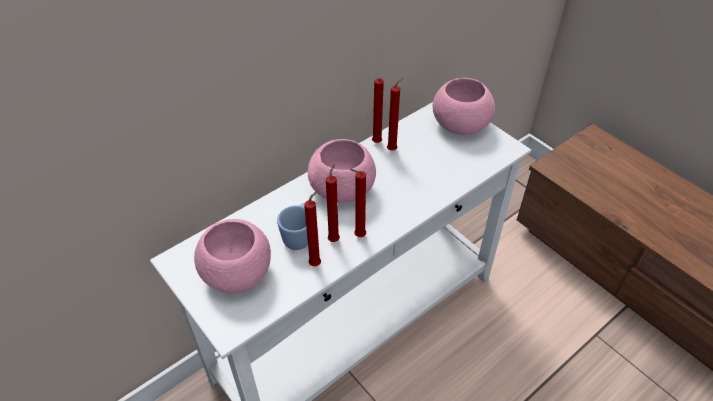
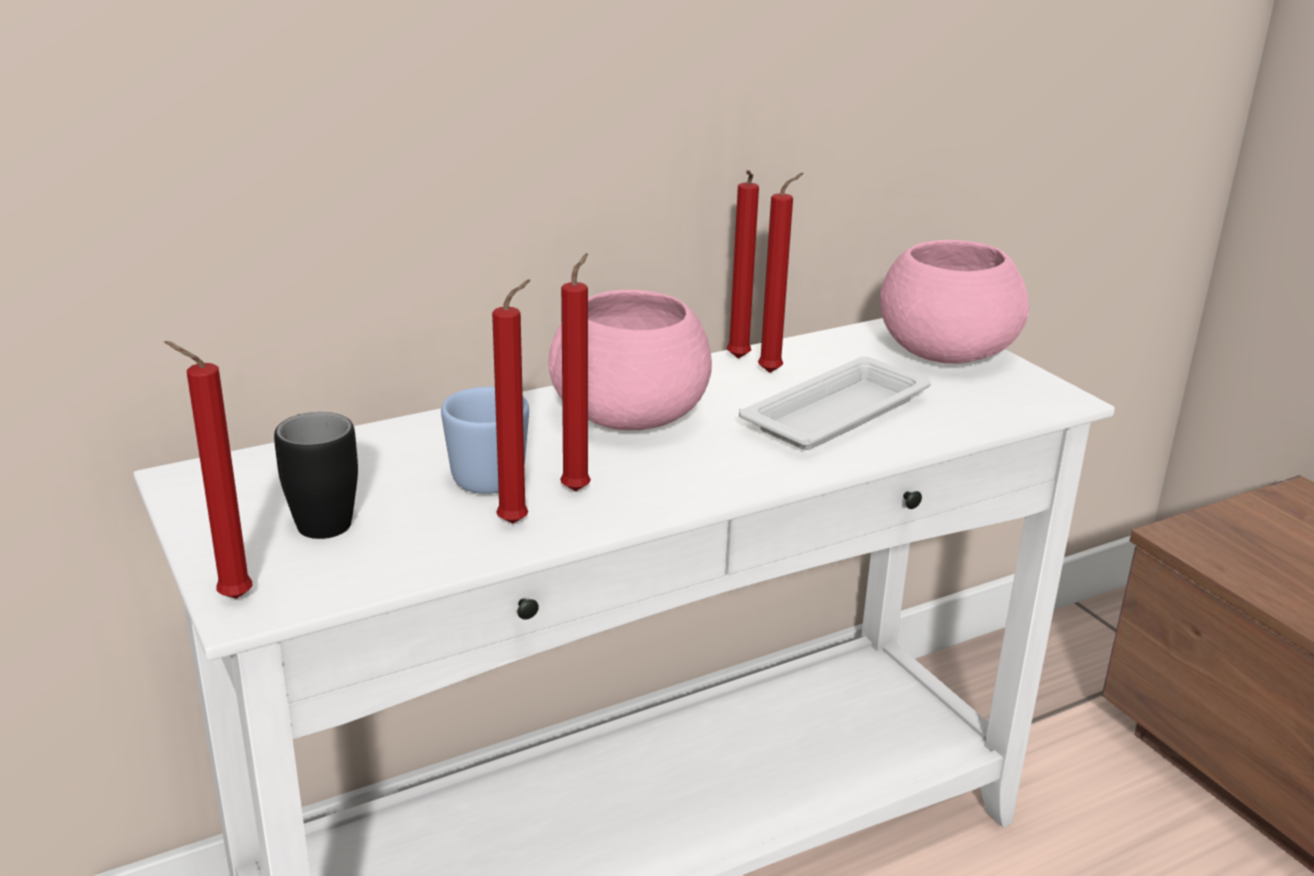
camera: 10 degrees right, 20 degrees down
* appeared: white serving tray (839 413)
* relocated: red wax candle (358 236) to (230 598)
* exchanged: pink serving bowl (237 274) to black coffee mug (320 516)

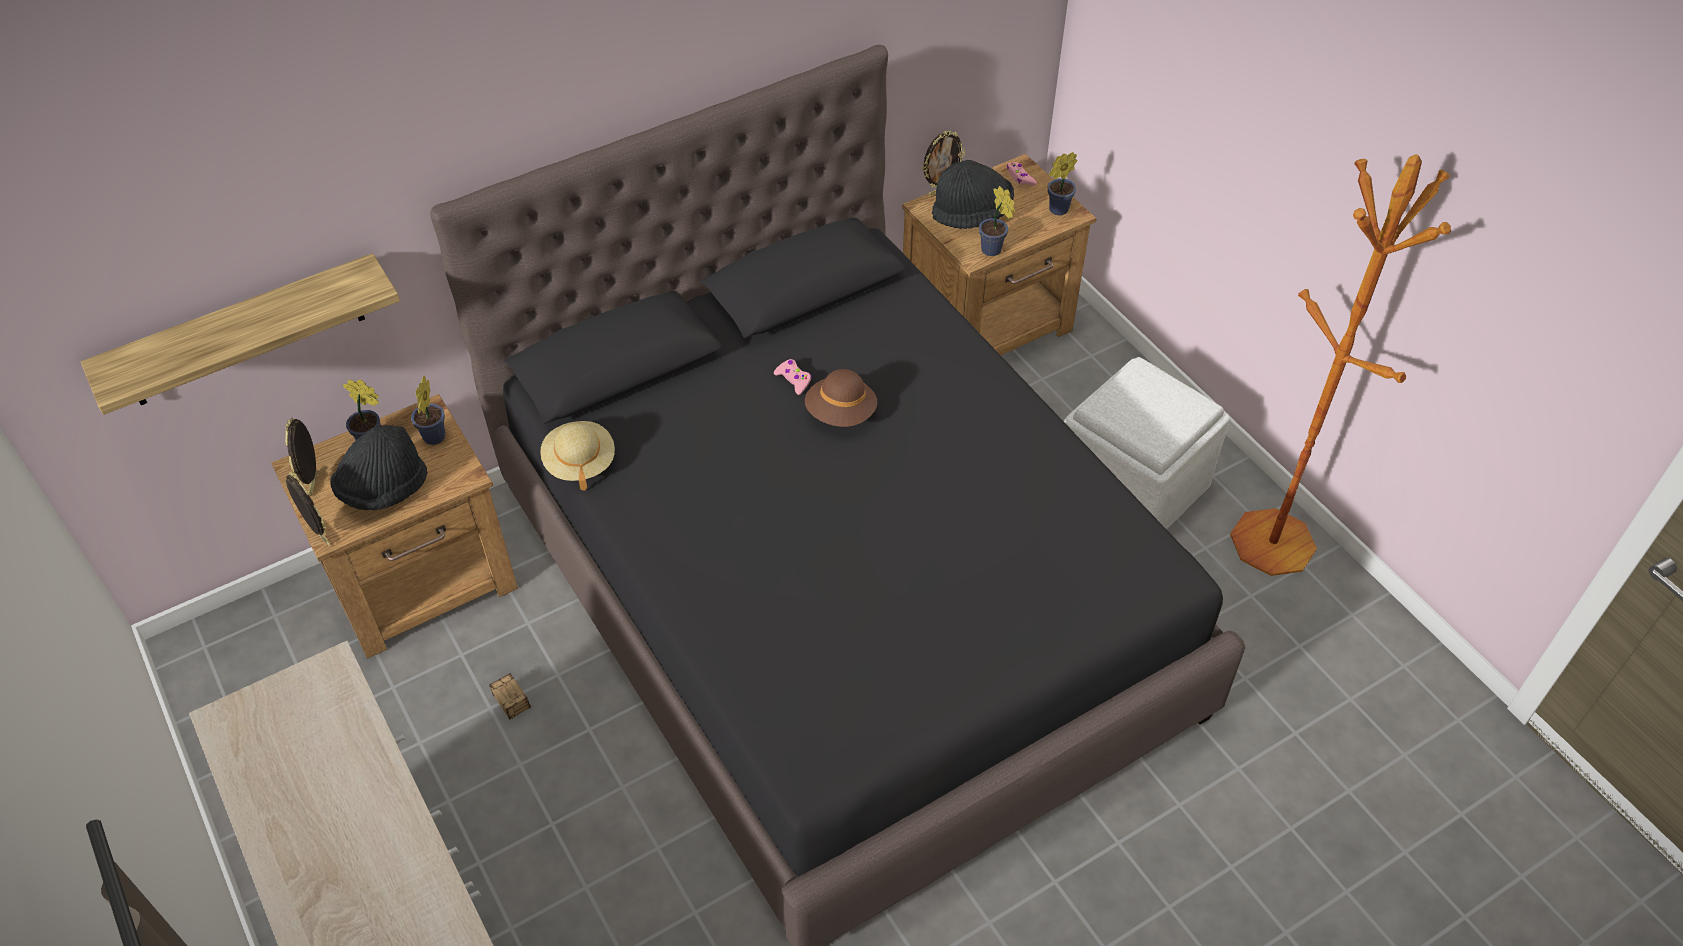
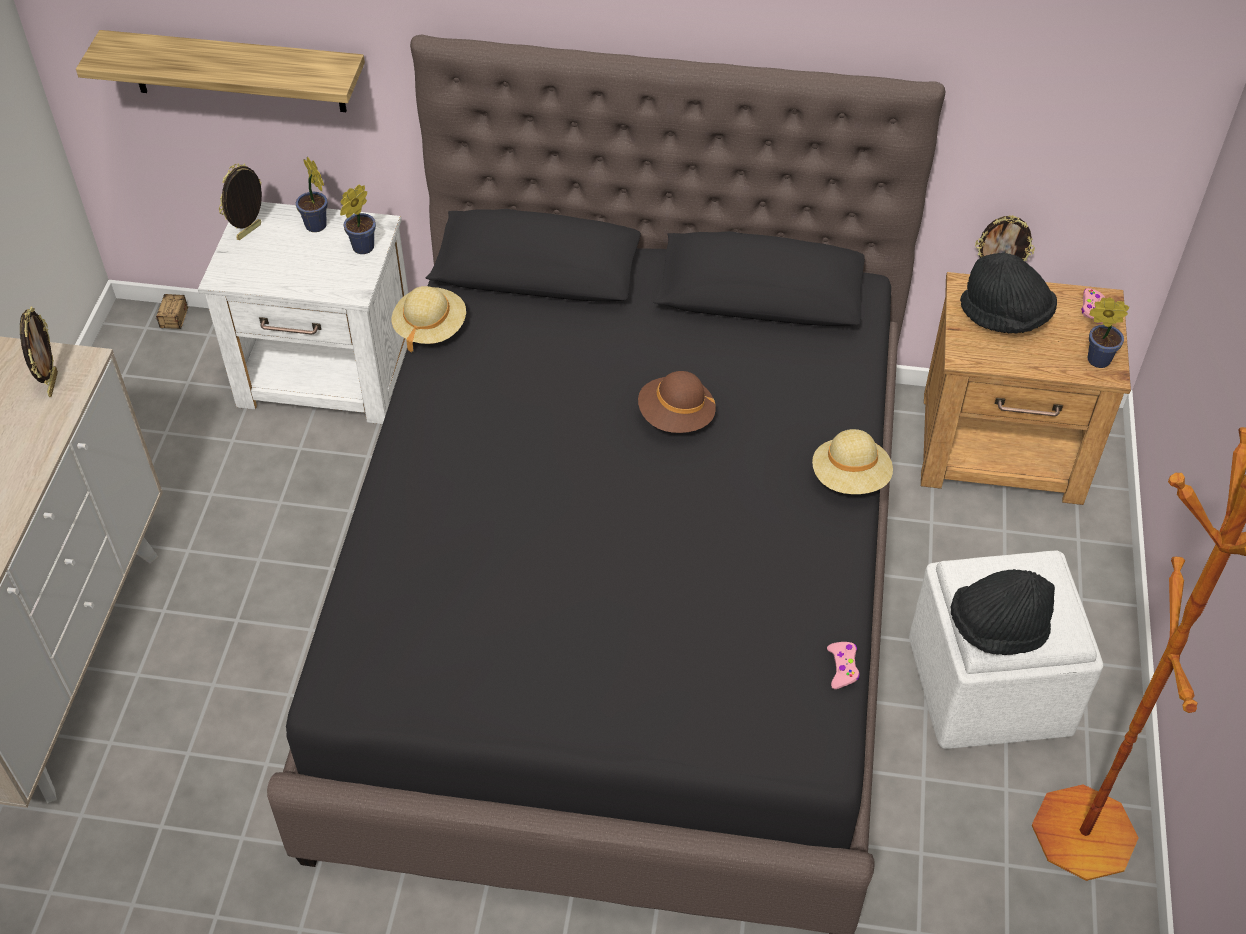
camera: 40 degrees right, 0 degrees up
* missing: potted plant (993 251)
* appeared: beige clothing hat (850 478)
* relocated: picture frame (319 536) to (51 384)
* relocated: black clothing hat (383 489) to (997 629)
* relocated: storage box (523 719) to (169 333)
* relocated: pink joypad (794 379) to (842 668)
* colour: brownish nightstand (424 579) to white nightstand (329 373)

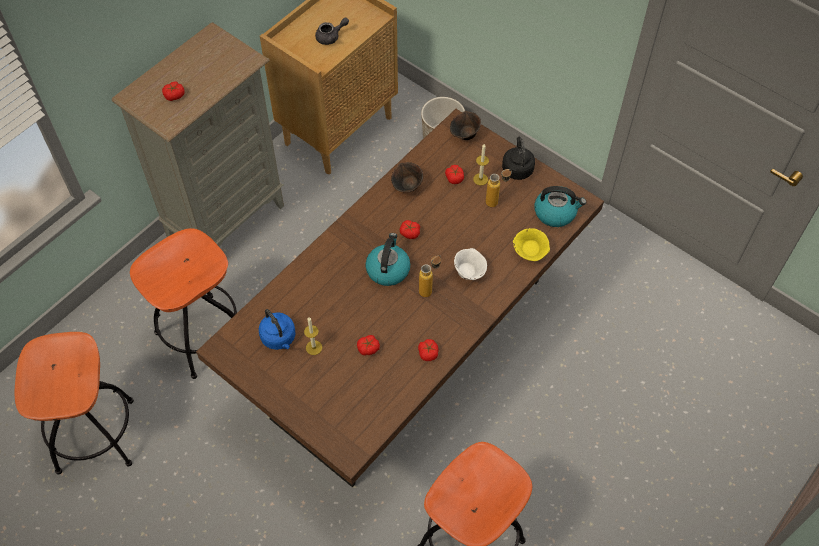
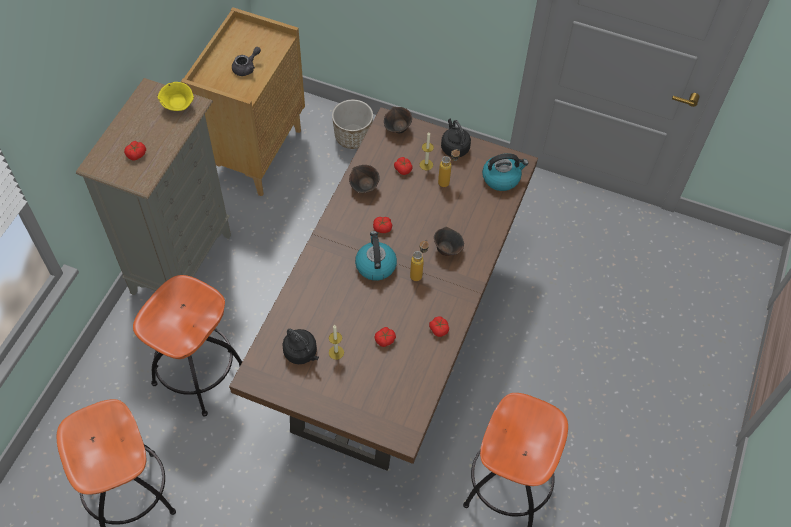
camera: 20 degrees left, 0 degrees up
* relocated: yellowish serving bowl (530 253) to (178 106)
* colour: blue-coloured water kettle (279 338) to black water kettle (302 353)
* colour: white serving bowl (469 272) to brownish serving bowl (447 249)

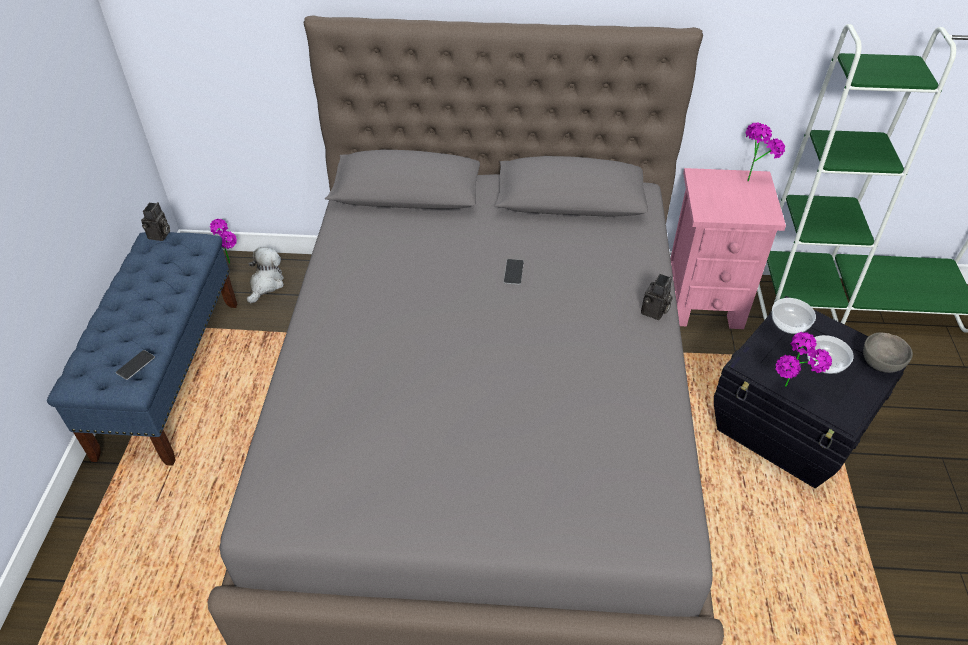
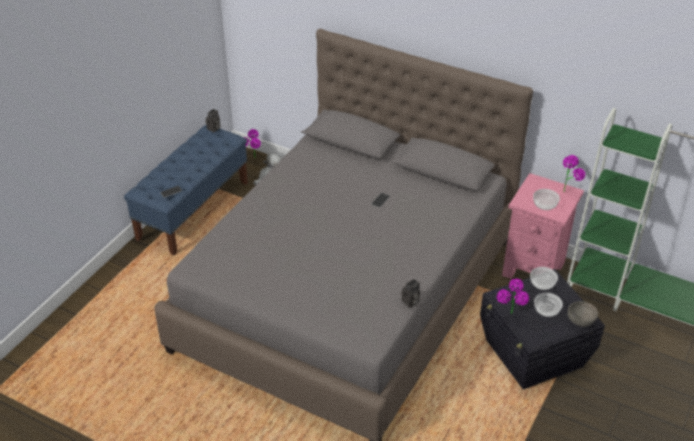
camera: 25 degrees right, 5 degrees down
* appeared: serving bowl (544 205)
* relocated: still camera (654 312) to (410 302)

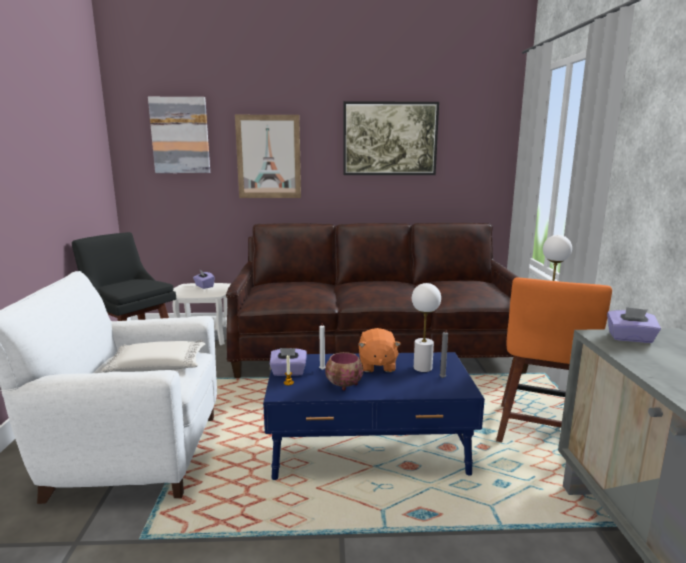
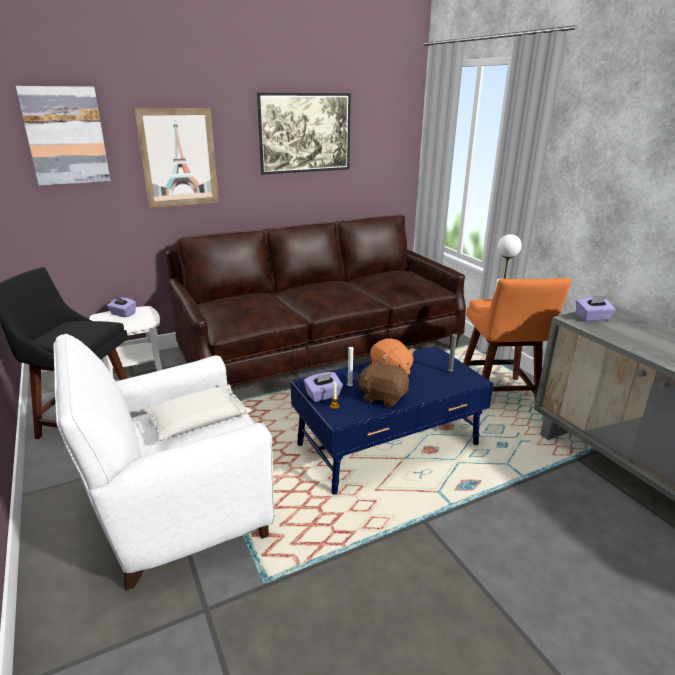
camera: 25 degrees left, 10 degrees up
* missing: white lamp for a table (422 368)
* exchanged: serving bowl (344 385) to brownish soft toy (383 397)

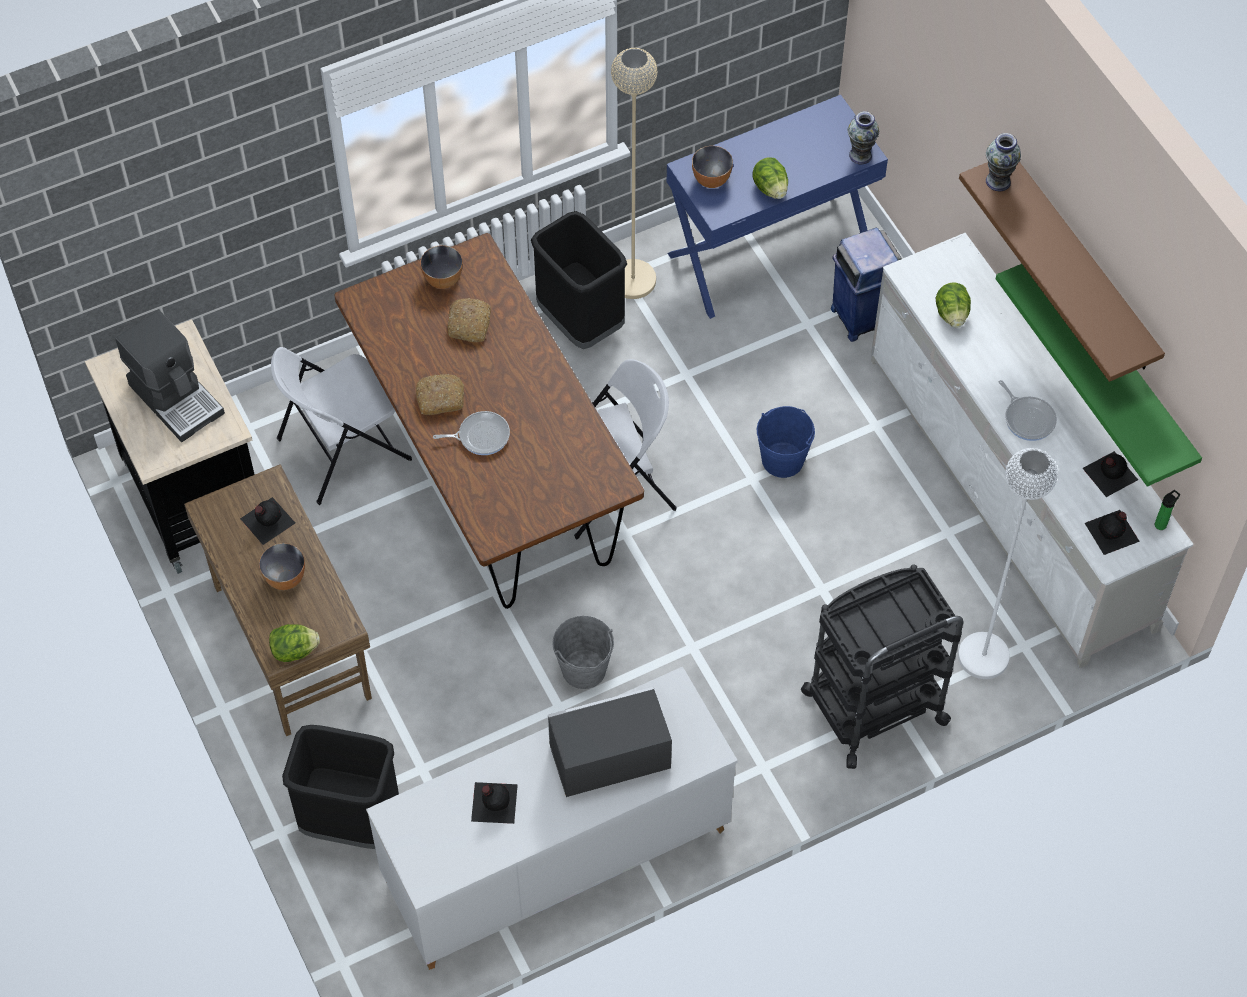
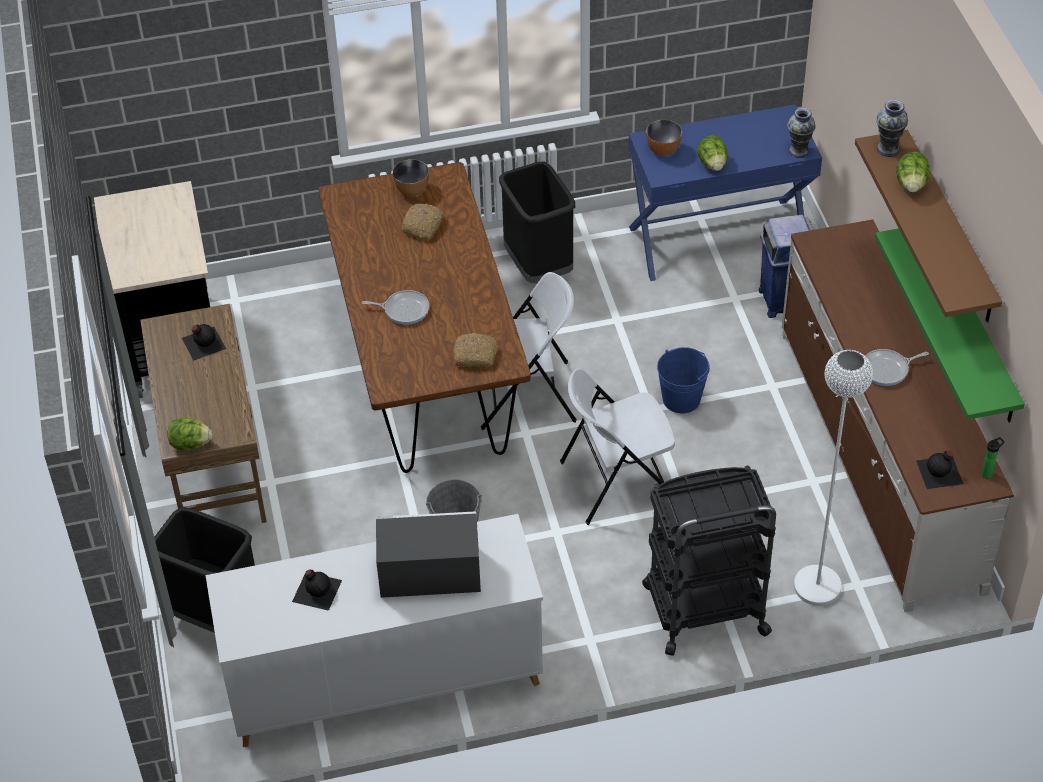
camera: 15 degrees right, 10 degrees down
* missing: coffee machine (177 397)
* missing: serving bowl (285 578)
* missing: beige standard lamp (632 280)
* missing: black beverage bottle (1109 473)
* relocated: white plain chair (343 448) to (619 481)
* relocated: bread (441 398) to (475 355)
* relocated: lettuce (952 314) to (911 184)
* colour: white storage cabinet (1008 491) to brownish storage cabinet (878 457)
* spun: skillet (1028 418) = (887 370) 90 degrees clockwise

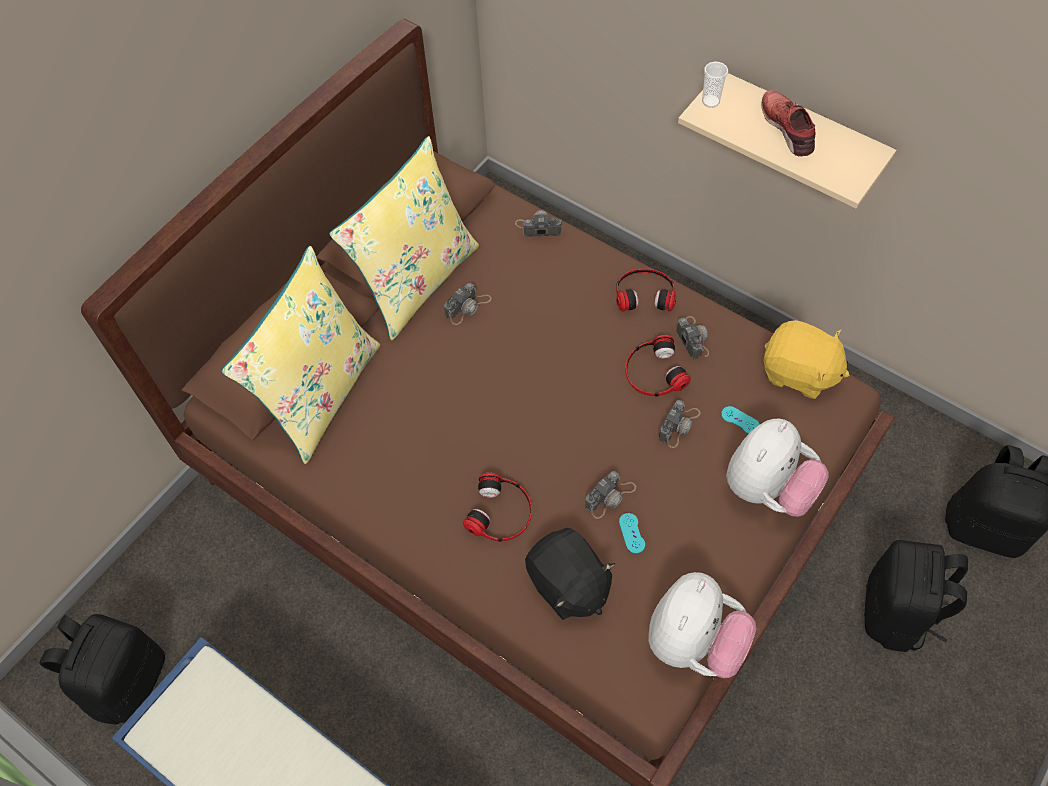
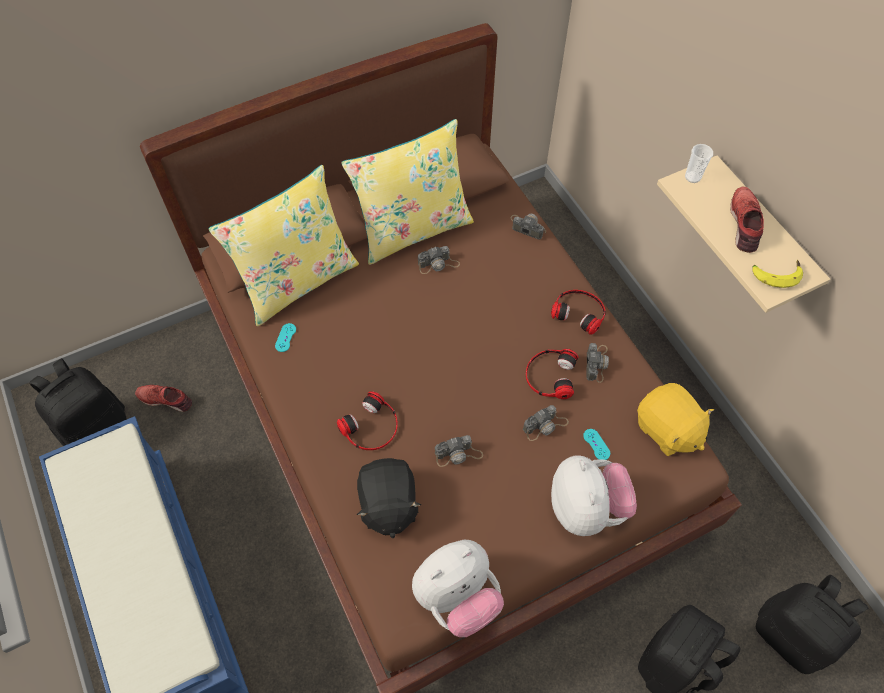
camera: 25 degrees right, 0 degrees up
* appeared: red item of footwear (165 399)
* appeared: banana (775 274)
* relocated: turquoise-coloured joypad (632 533) to (285 337)
* spun: soft toy (767 488) = (586 508) 75 degrees counterclockwise

